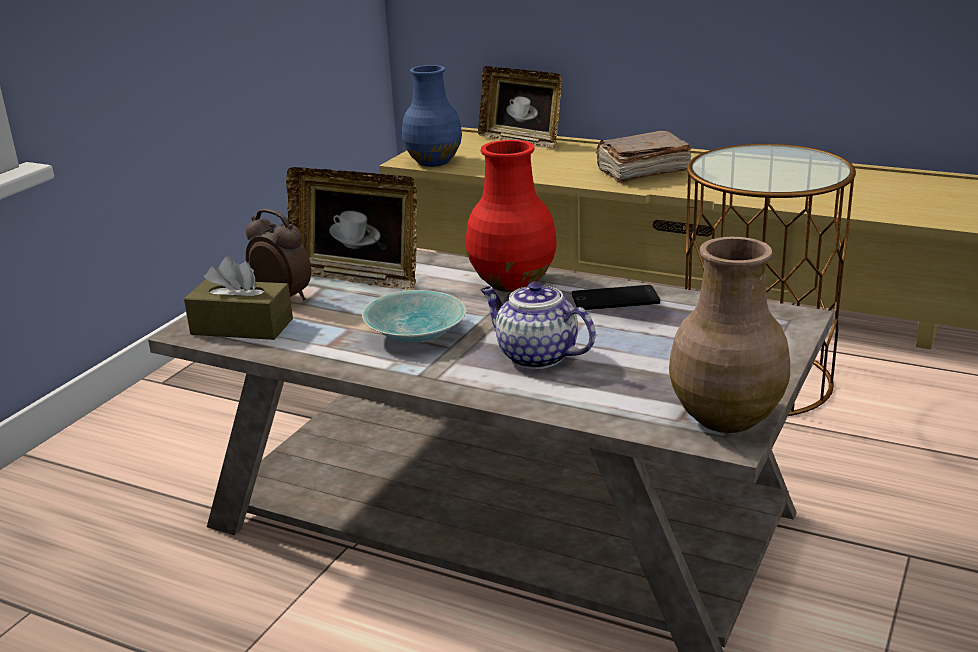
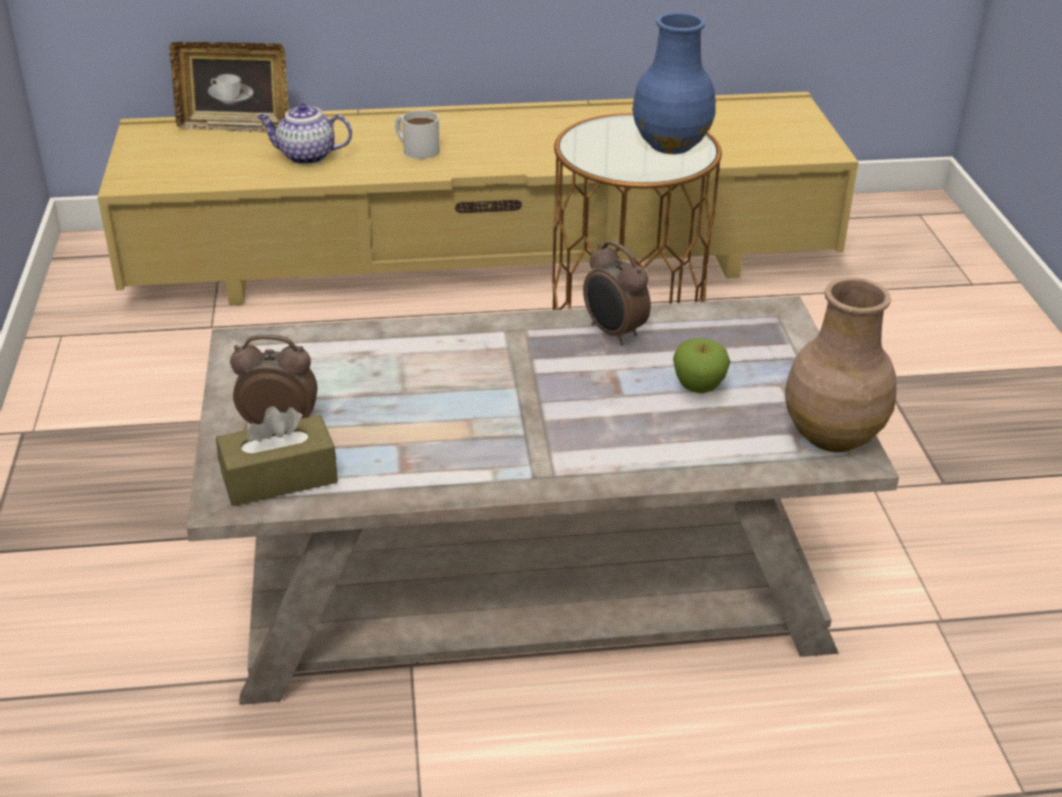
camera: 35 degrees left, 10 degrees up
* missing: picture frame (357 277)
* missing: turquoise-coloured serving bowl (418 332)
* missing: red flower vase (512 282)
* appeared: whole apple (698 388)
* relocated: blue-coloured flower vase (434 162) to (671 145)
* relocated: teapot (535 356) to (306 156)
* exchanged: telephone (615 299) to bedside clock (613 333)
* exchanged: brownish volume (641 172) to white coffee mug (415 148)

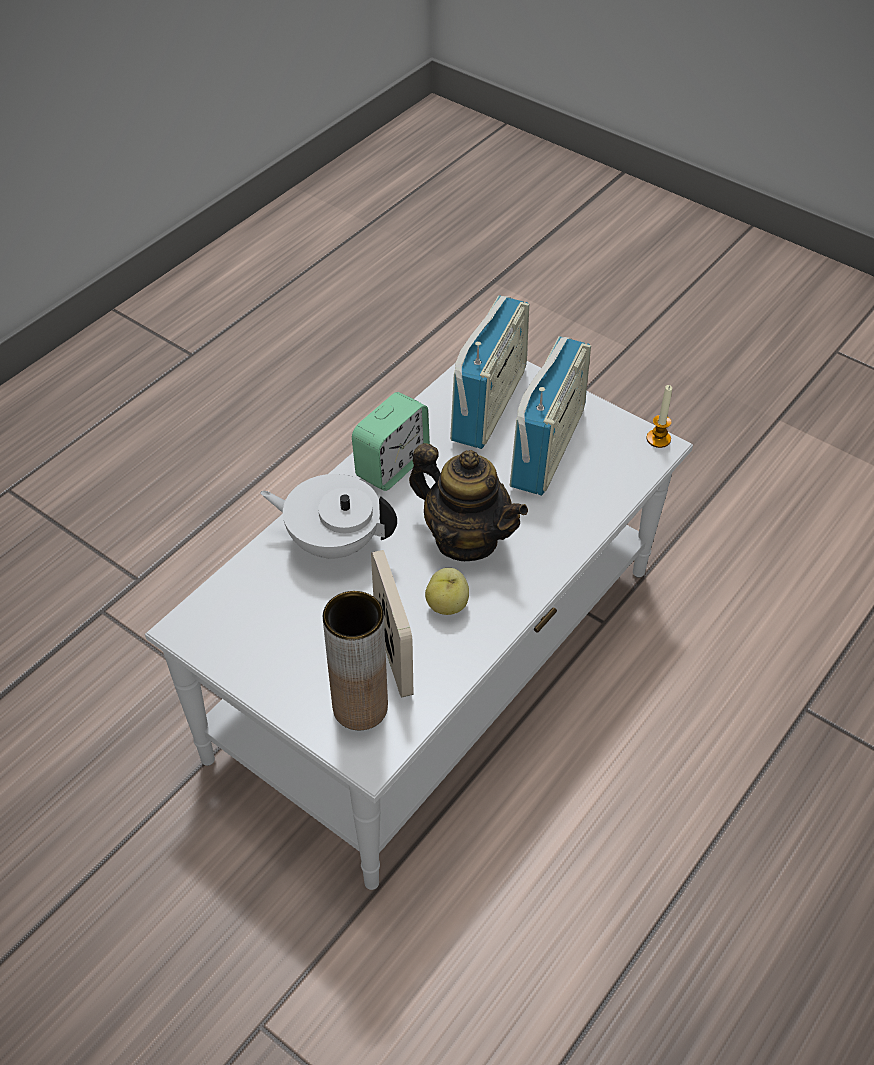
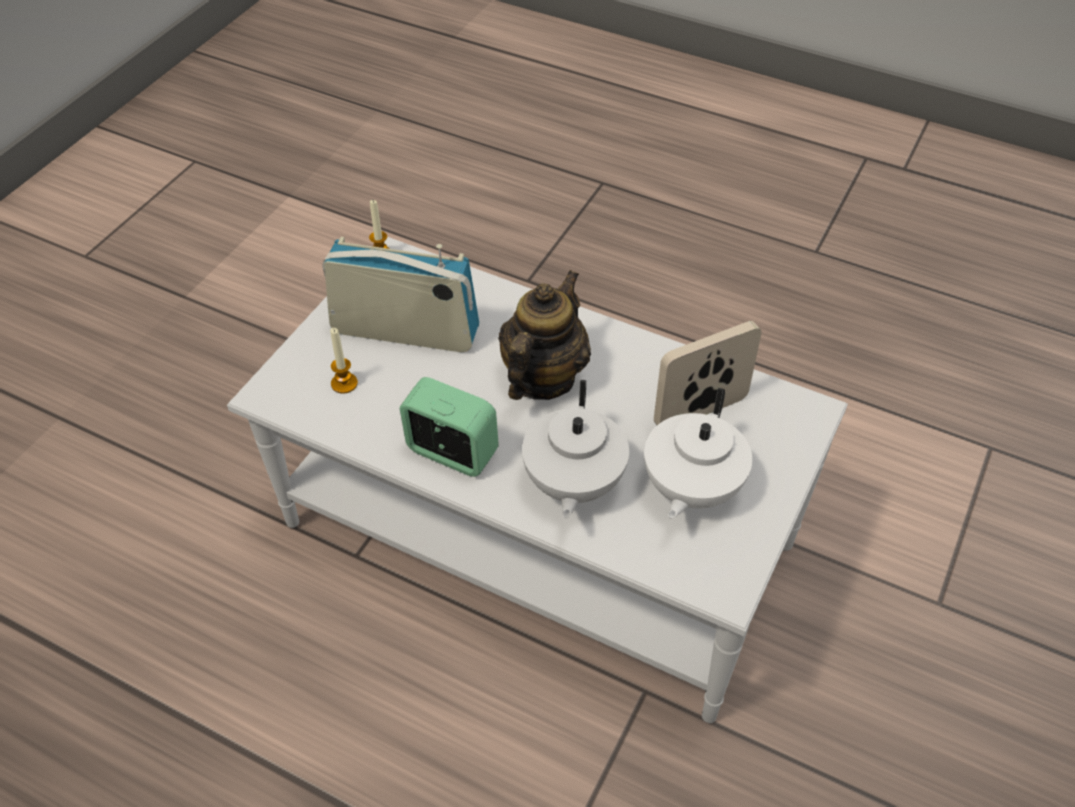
camera: 100 degrees left, 0 degrees up
* missing: brownish flower vase (360 707)
* missing: whole apple (448 605)
* appeared: white teapot (690 489)
* exchanged: radio (489 405) to wax candle (344 383)

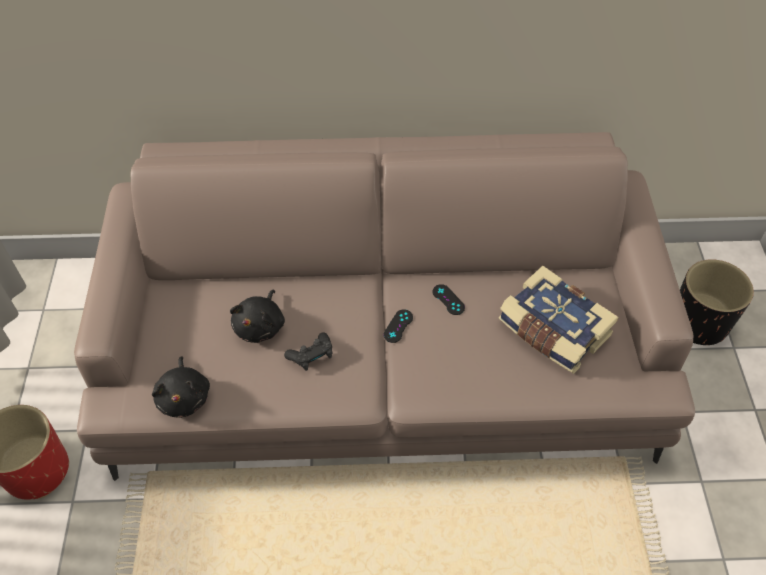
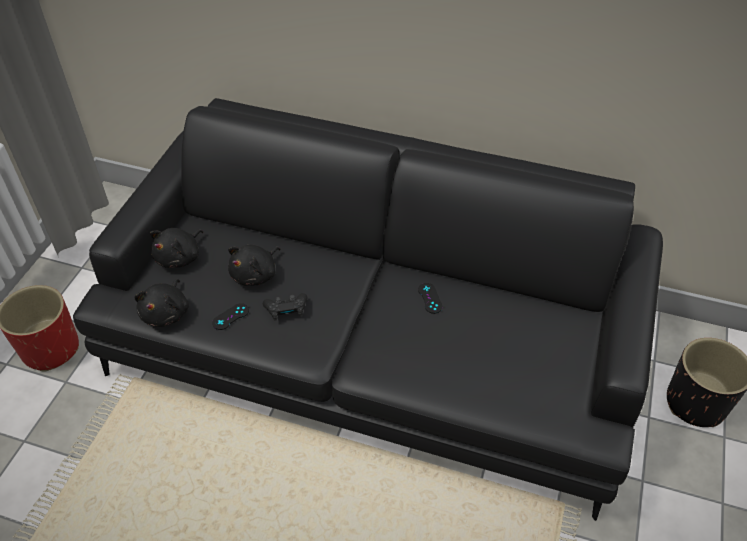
camera: 20 degrees right, 5 degrees down
* missing: volume (552 331)
* appeared: black soft toy (180 257)
* relocated: black joypad (398 326) to (230 316)
* colour: beige sofa (383 357) to black sofa (373 343)

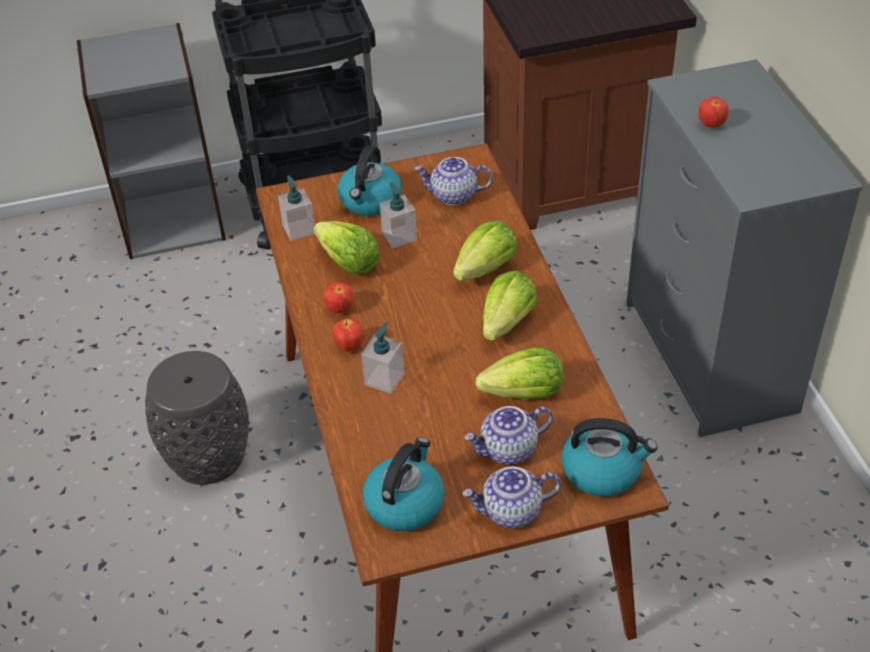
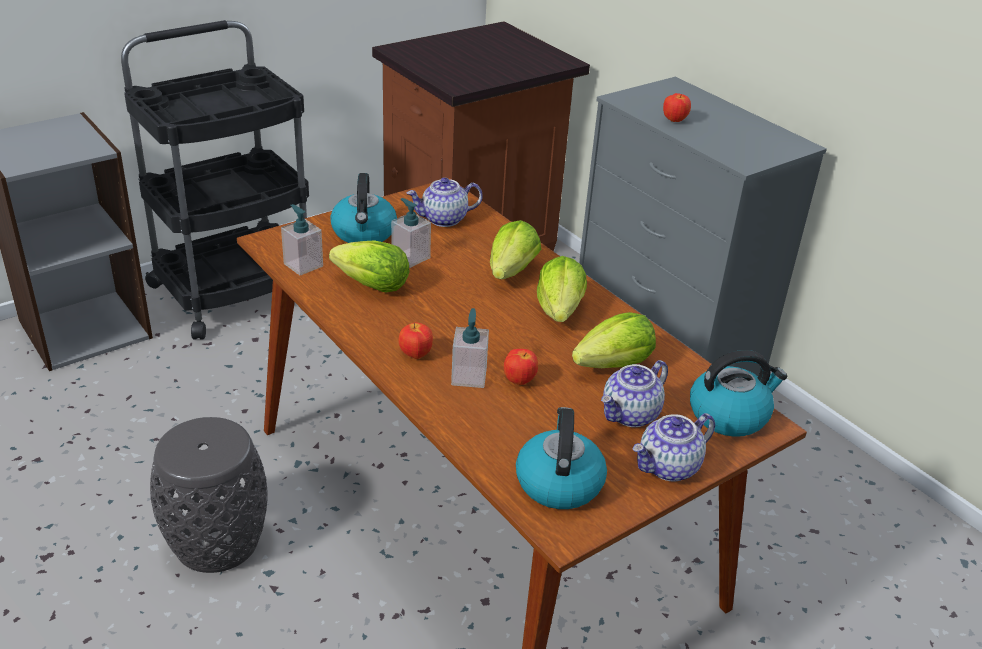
camera: 25 degrees left, 10 degrees down
* relocated: whole apple (340 309) to (519 381)

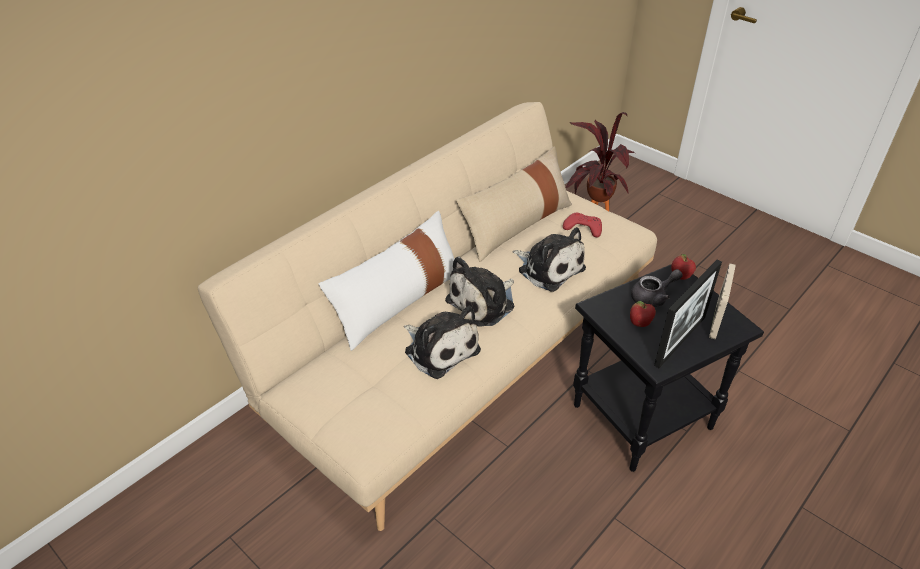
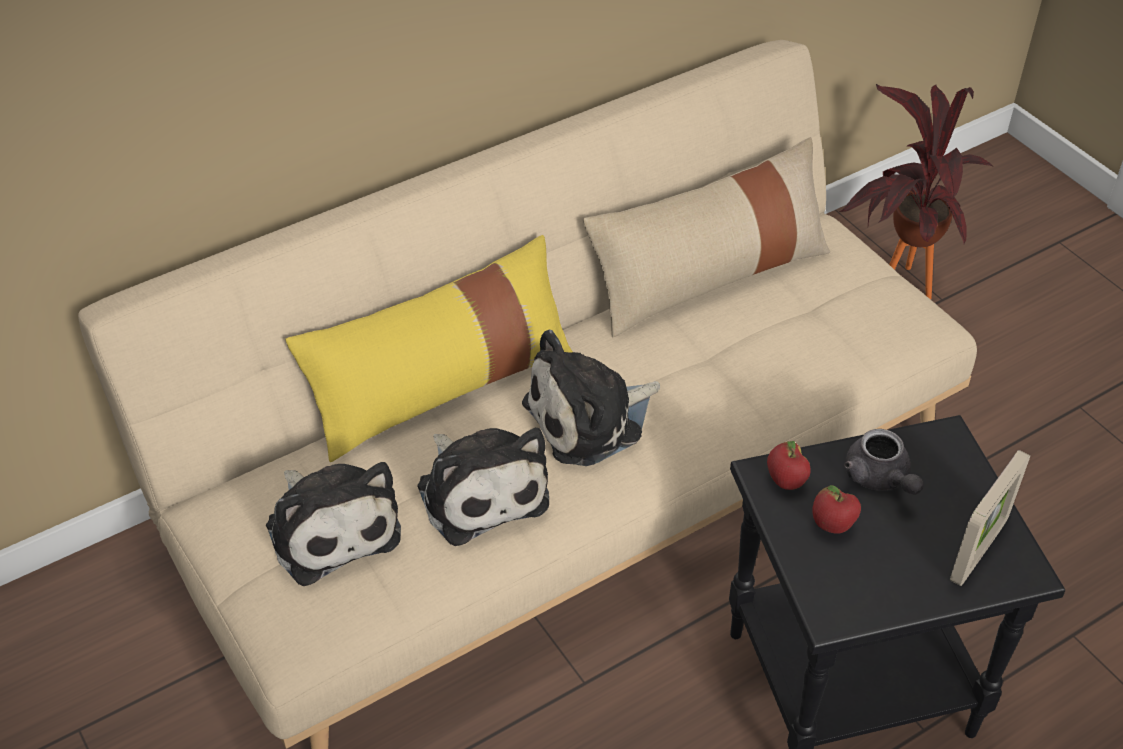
camera: 15 degrees right, 5 degrees up
* missing: red joypad (583 228)
* missing: picture frame (680 341)
* relocated: soft toy (548 268) to (331 527)
* relocated: whole apple (680 277) to (785 482)
* colour: white cushion (398 301) to yellowish cushion (441 387)
* spun: grey teapot (653 297) = (880 479) 75 degrees clockwise

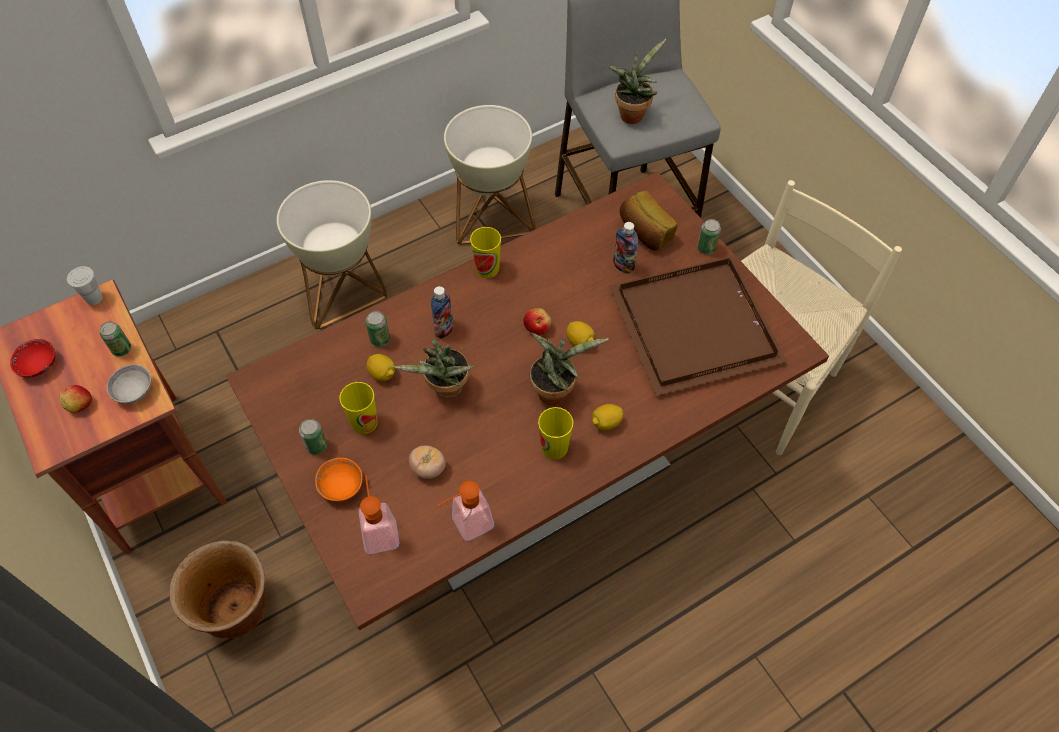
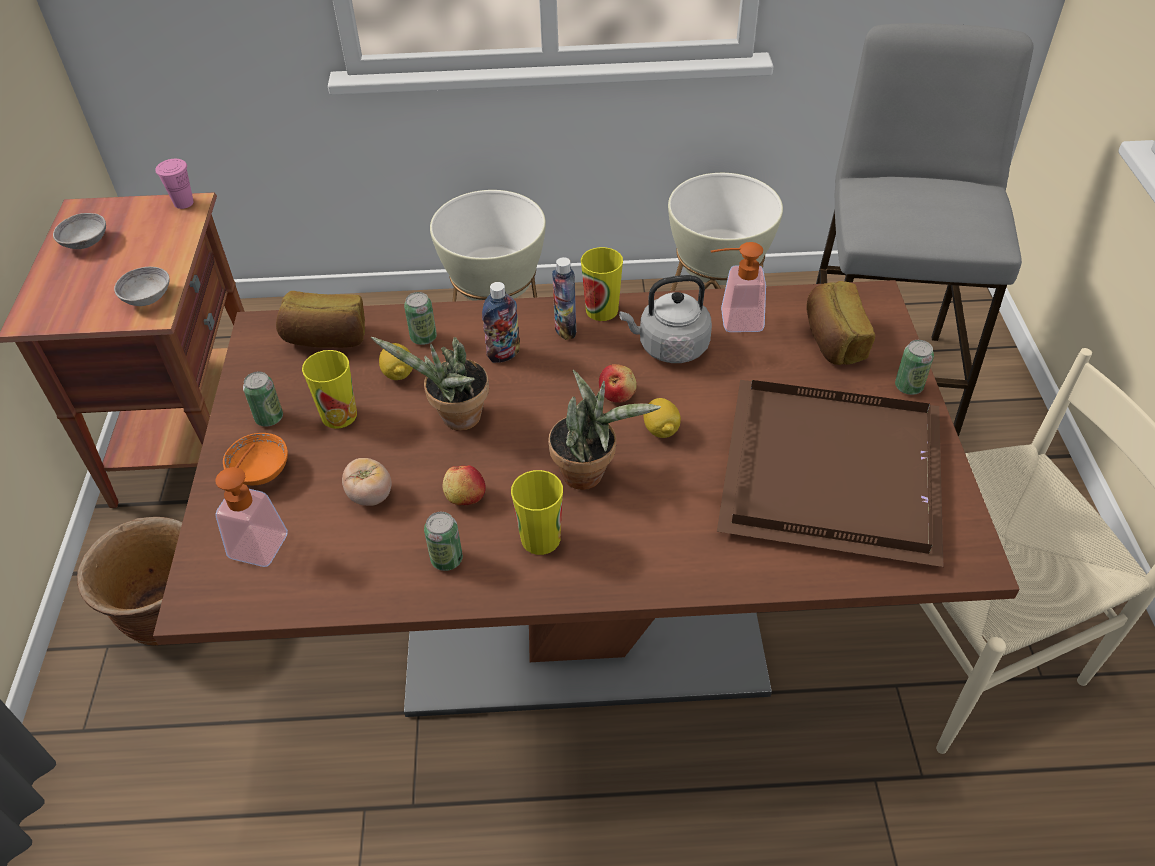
camera: 30 degrees right, 10 degrees down
* missing: lemon (606 423)
* missing: potted plant (632 113)
* appeared: bread (327 338)
* appeared: grey water kettle (669 347)
* relocated: whole apple (80 405) to (465 497)
* relocated: metal can (122 349) to (446 559)
* relocated: soap dispenser (466 525) to (733 320)
* relocated: beverage bottle (623 266) to (565 329)
* colour: red serving bowl (39 365) to grey serving bowl (86 242)
* colour: white cup (94 298) to pink cup (183 203)

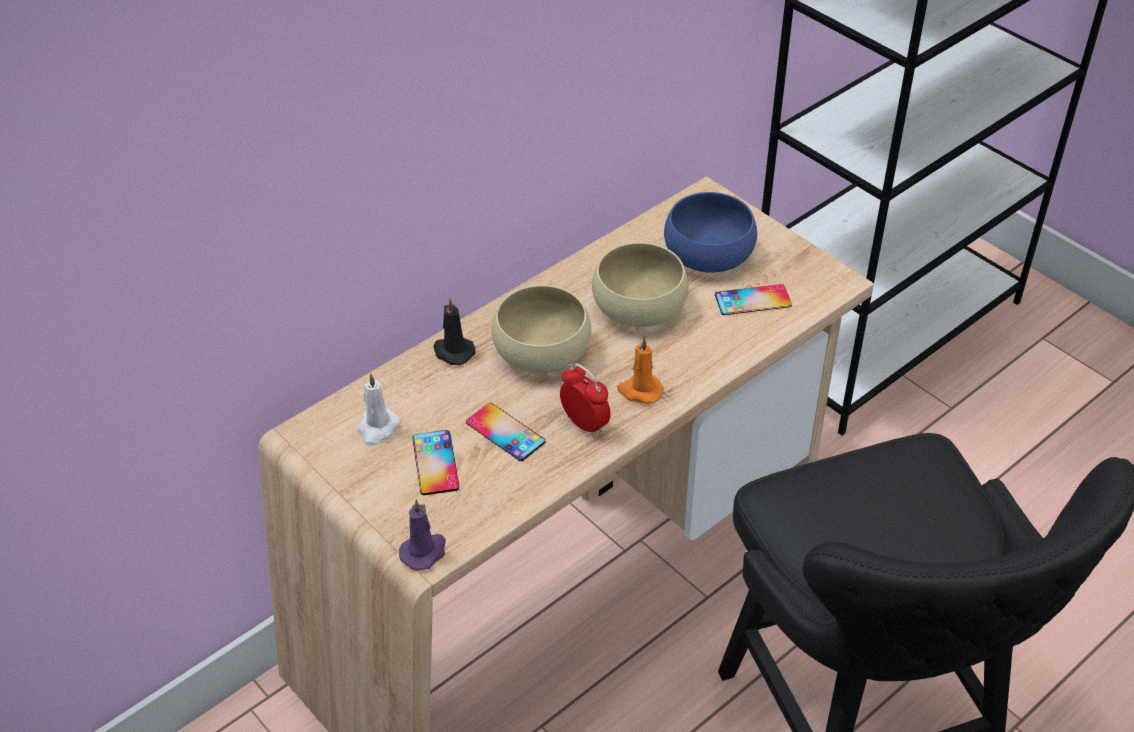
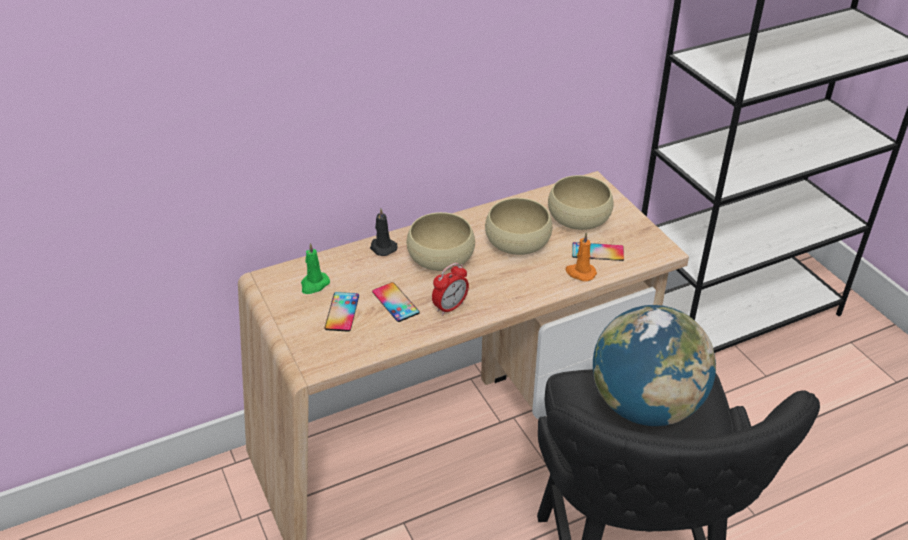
camera: 15 degrees right, 5 degrees down
* missing: purplish wax candle (424 551)
* appeared: desk globe (645 405)
* relocated: orangey wax candle (639 391) to (580 273)
* colour: white wax candle (377 429) to green wax candle (314 284)
* colour: blue-coloured serving bowl (708 253) to beige serving bowl (579 218)
* spun: bedside clock (584 424) = (450 307) 75 degrees clockwise

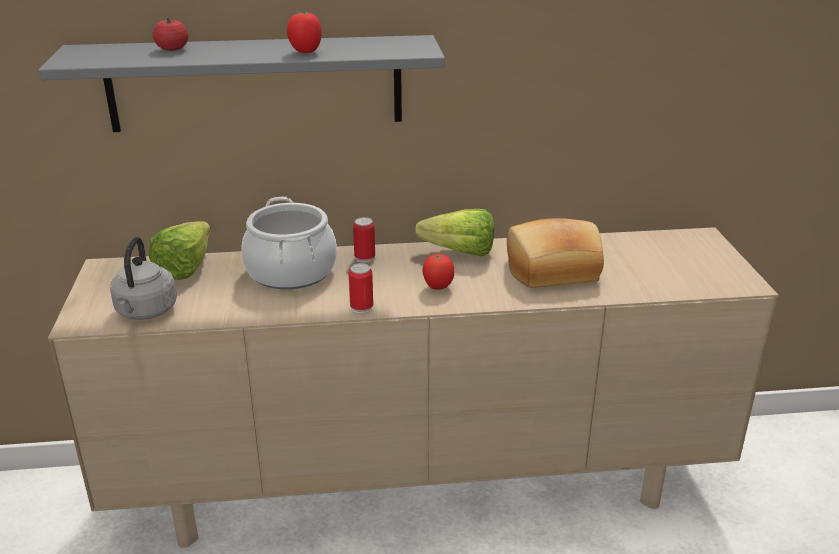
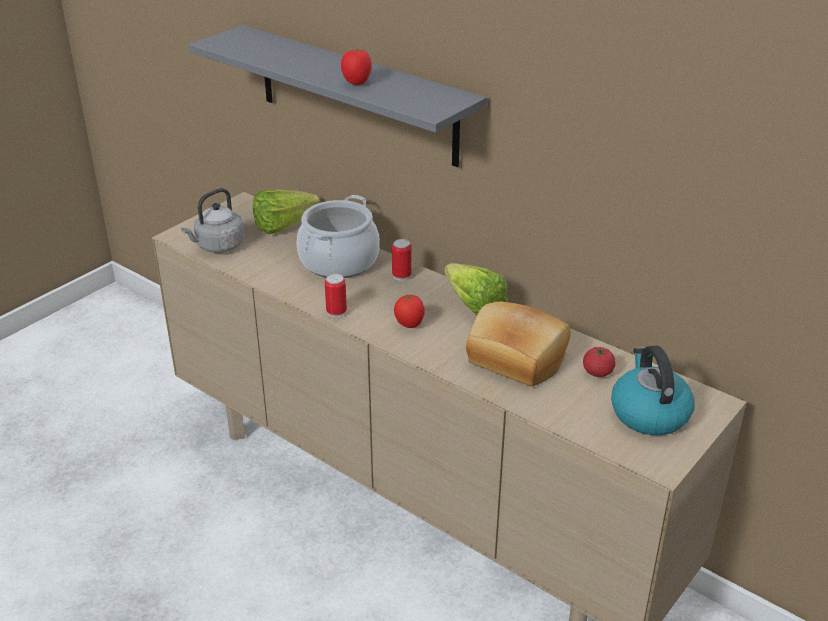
camera: 45 degrees right, 5 degrees up
* appeared: water kettle (648 413)
* relocated: tomato (172 49) to (597 372)

